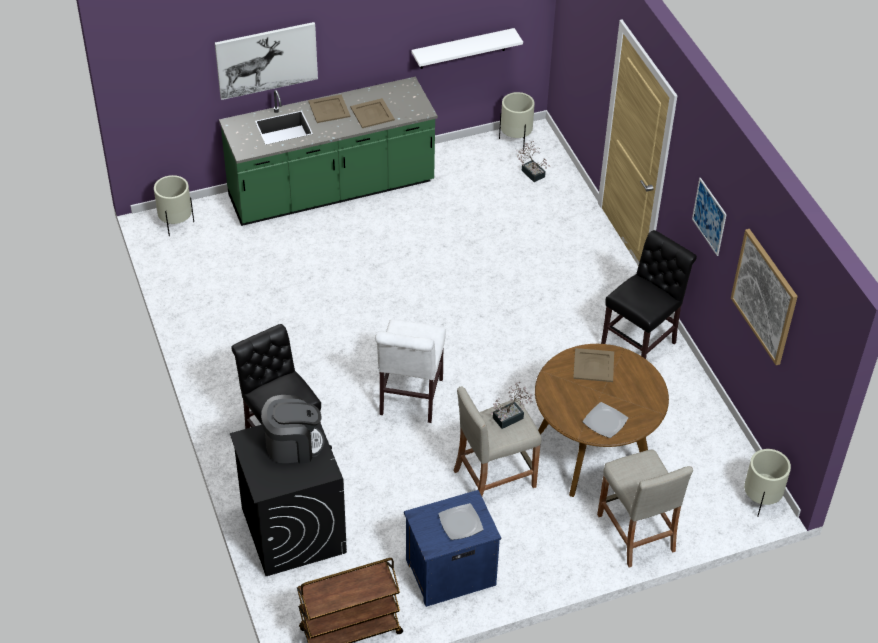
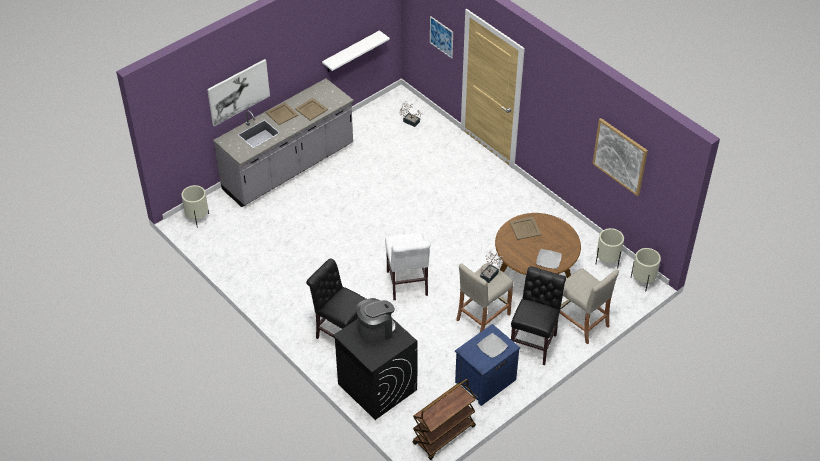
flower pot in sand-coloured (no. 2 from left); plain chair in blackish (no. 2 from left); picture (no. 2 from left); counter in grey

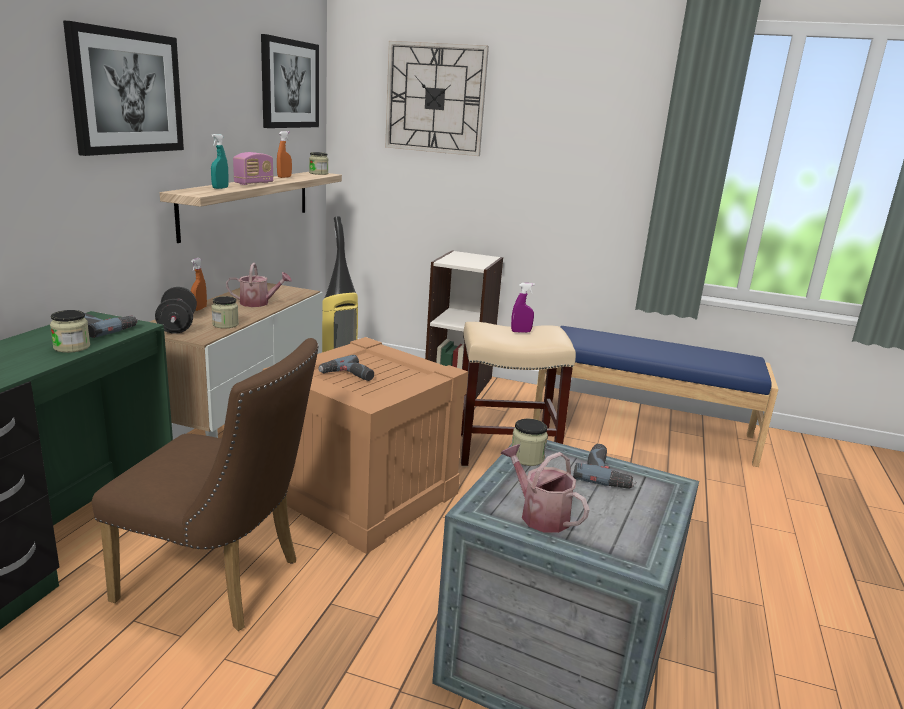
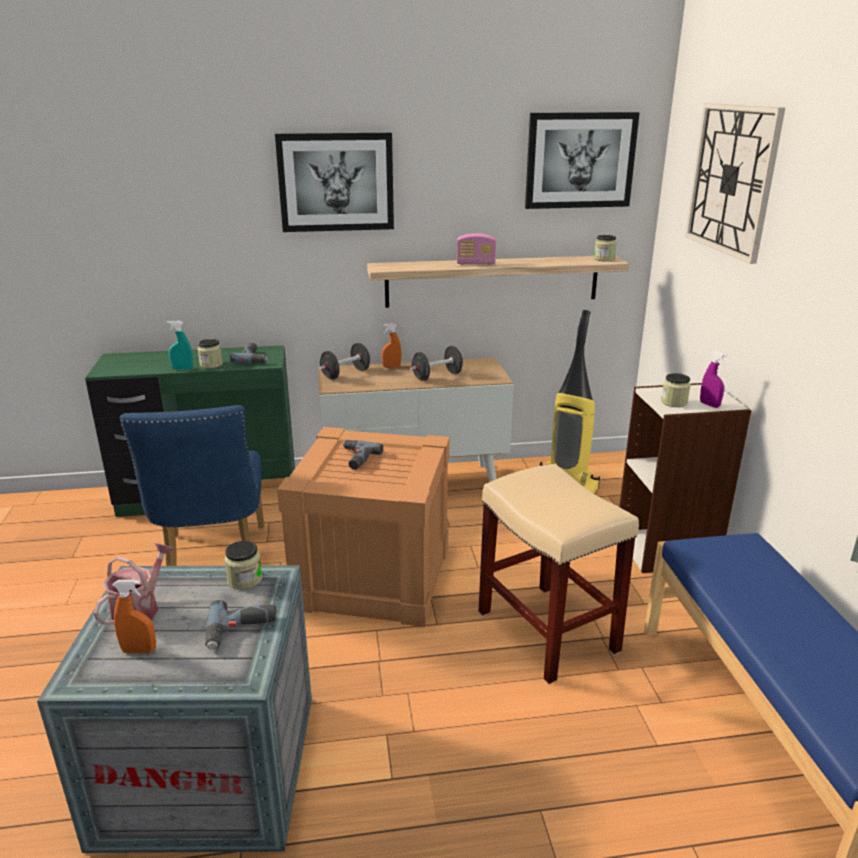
hand sprayer in turquoise-coloured; preserve jar (no. 4 from left); hand sprayer in orangey (no. 1 from left); hand sprayer in purplish; free weight in blackish (no. 2 from left); plain chair in blue

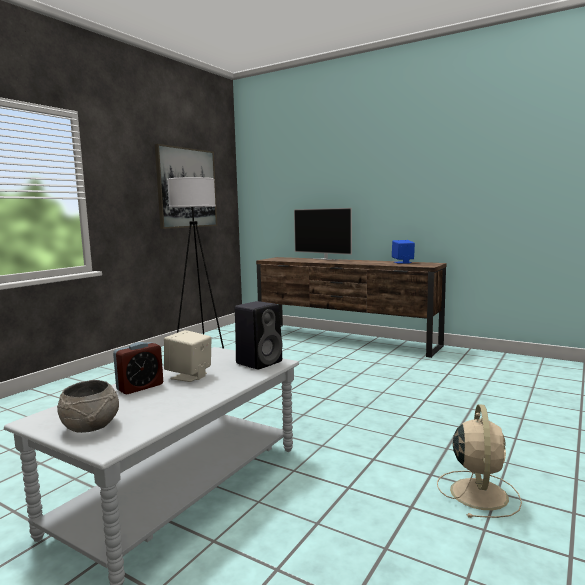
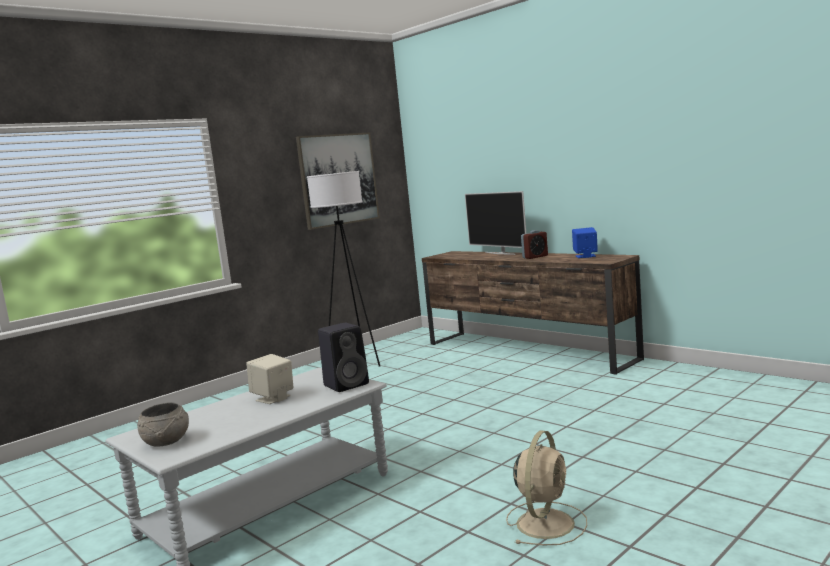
alarm clock

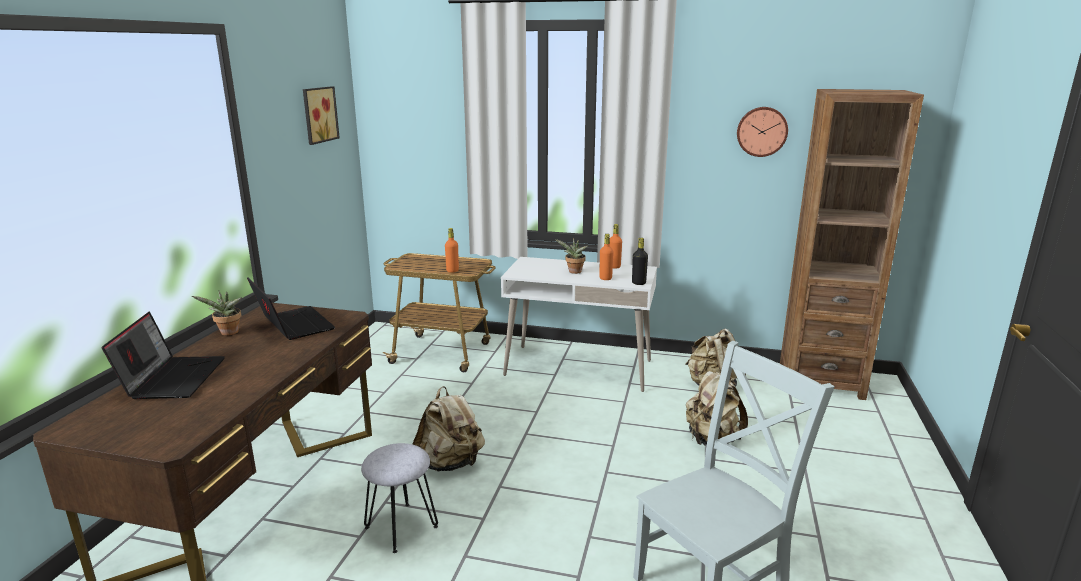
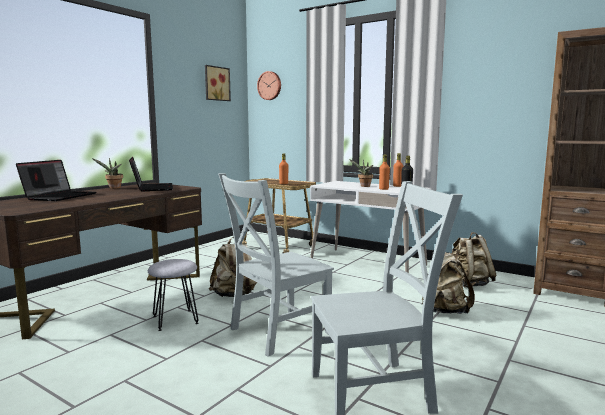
plain chair in grey (no. 1 from left); hanging clock

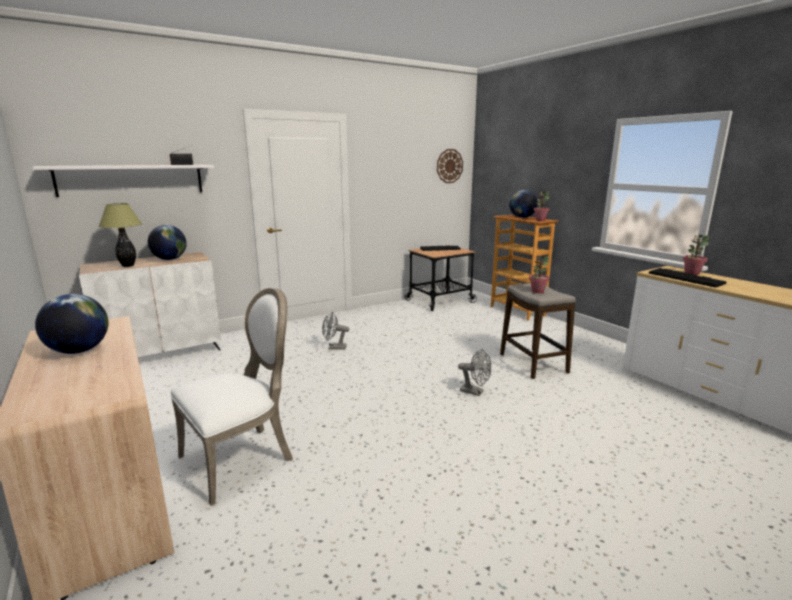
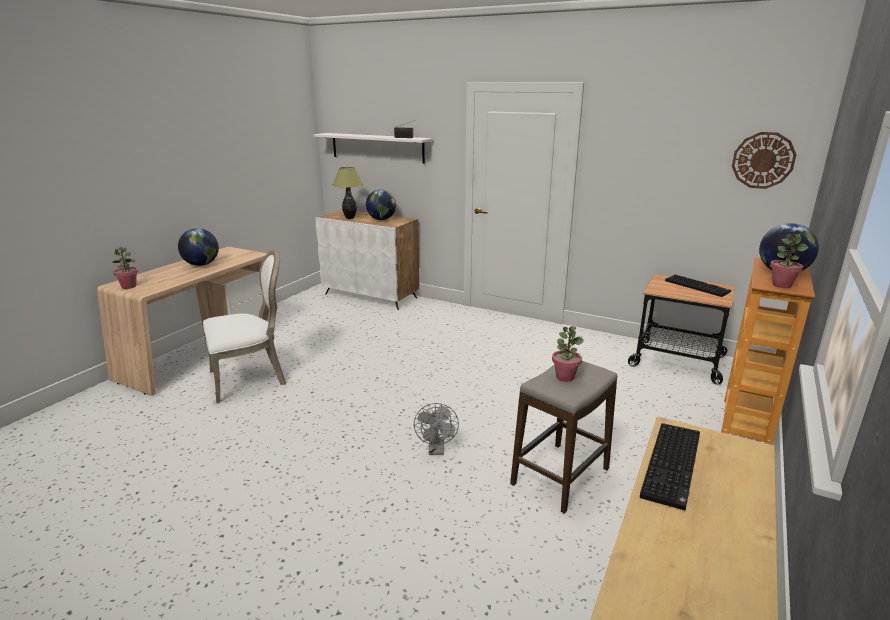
cooling fan in grey (no. 1 from left in the first image); plant in a pot (no. 1 from left); plain chair in white-coloured

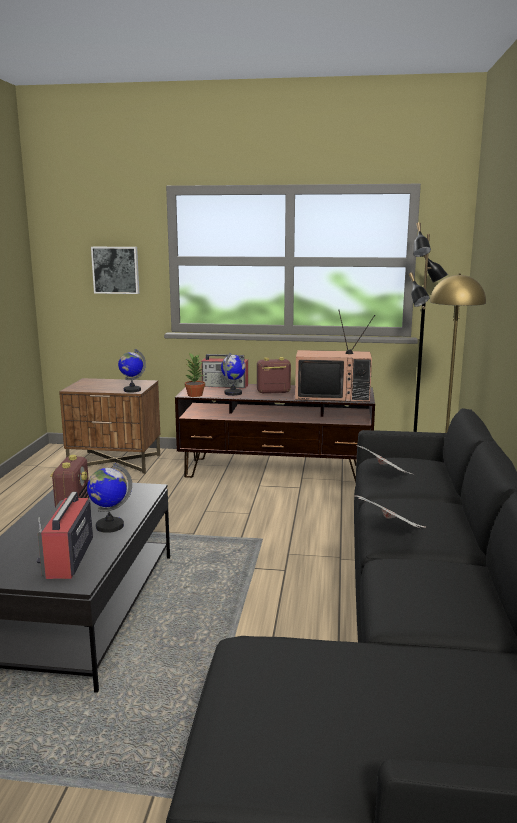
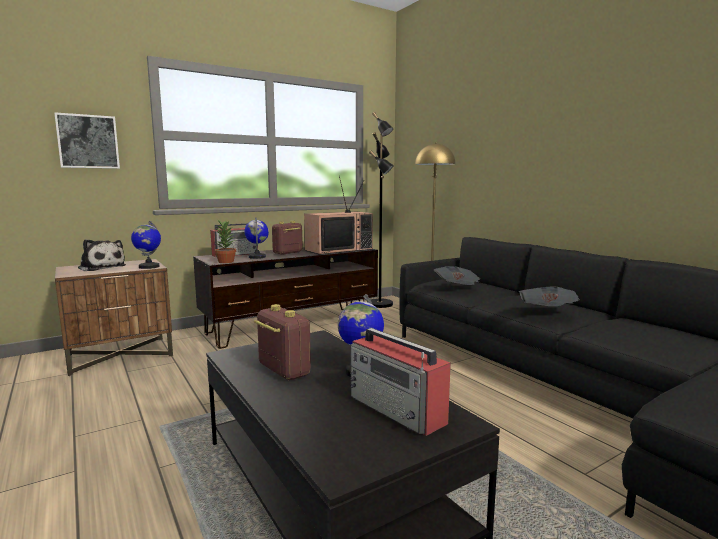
plush toy

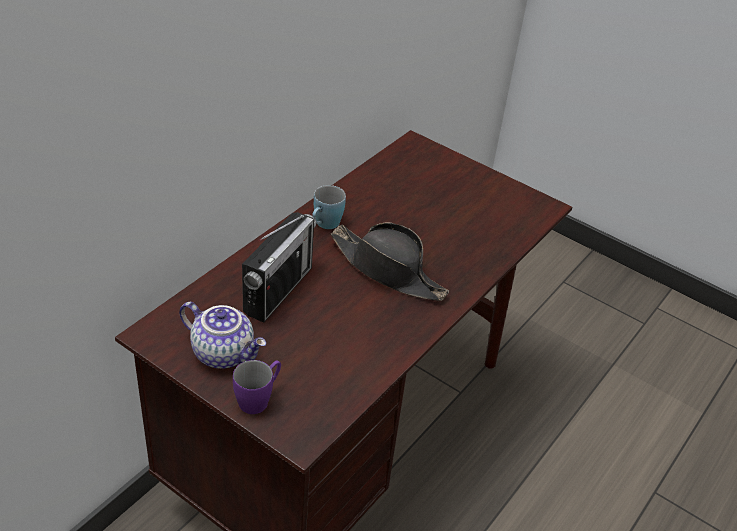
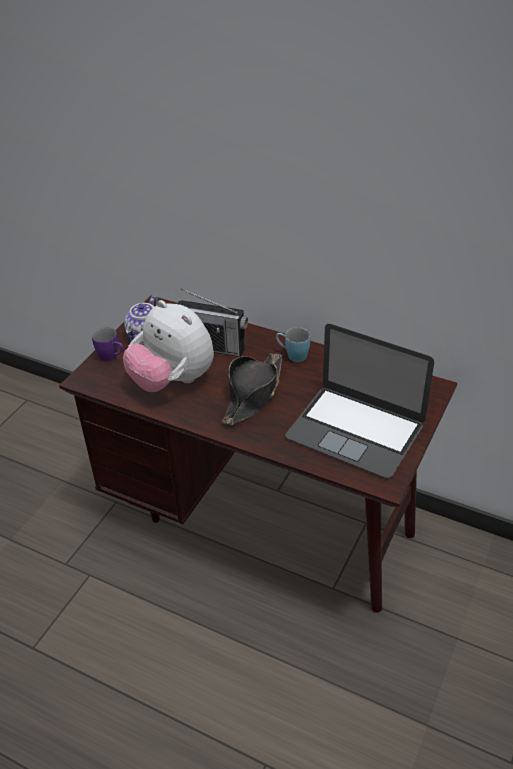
plush toy; portable computer

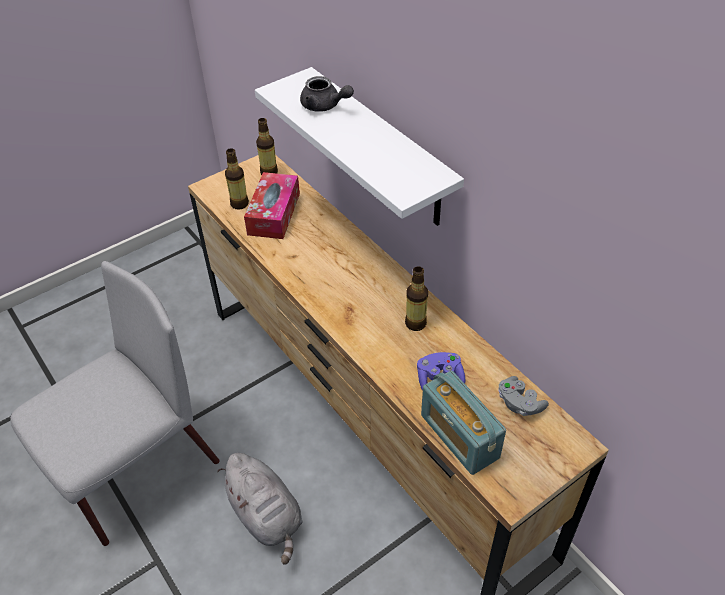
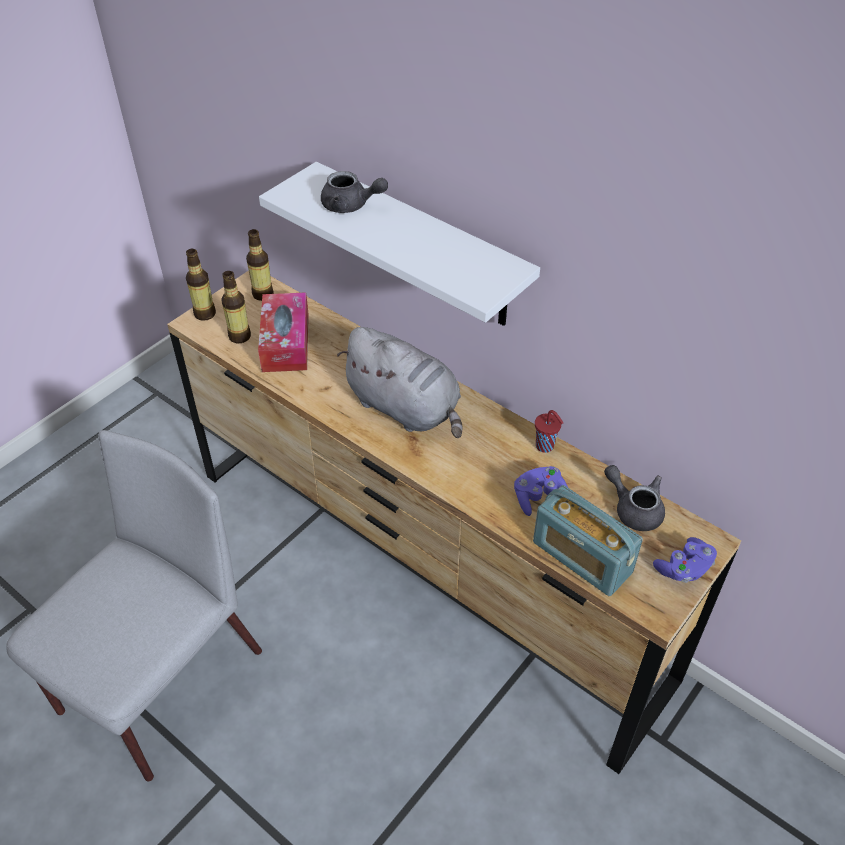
drinking cup in red; game controller in purplish (no. 2 from left); plush toy in grey; drink bottle (no. 1 from left); pot for tea in grey (no. 2 from left)

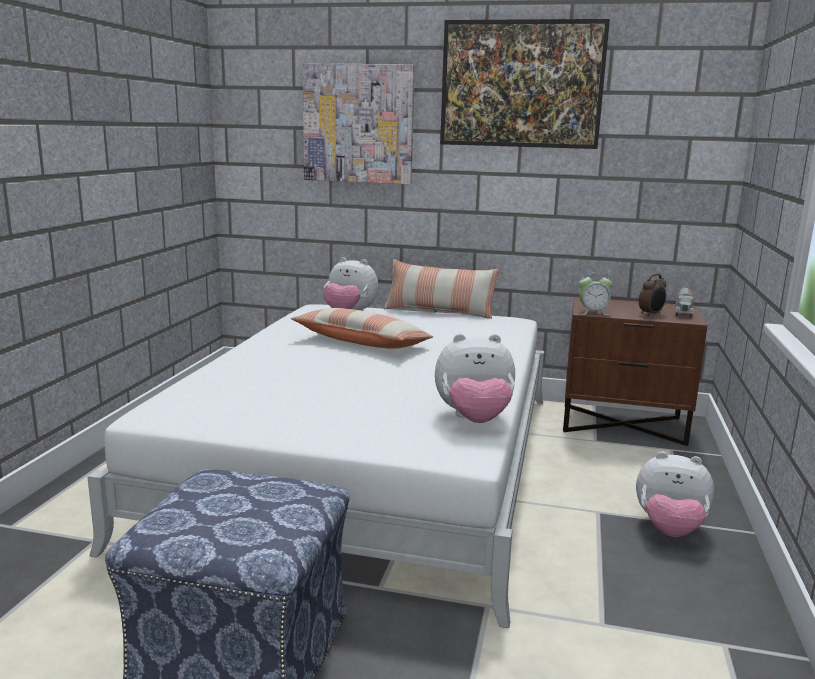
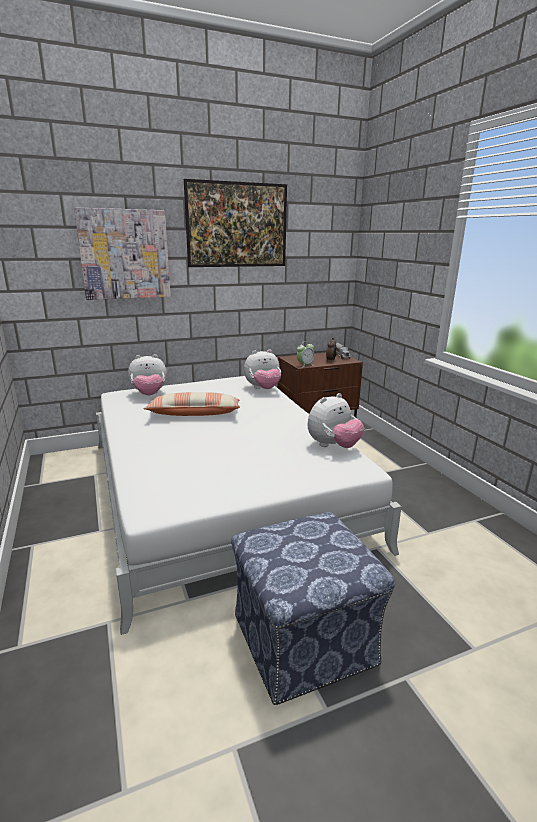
cushion (no. 2 from left in the first image); plush toy (no. 2 from left)

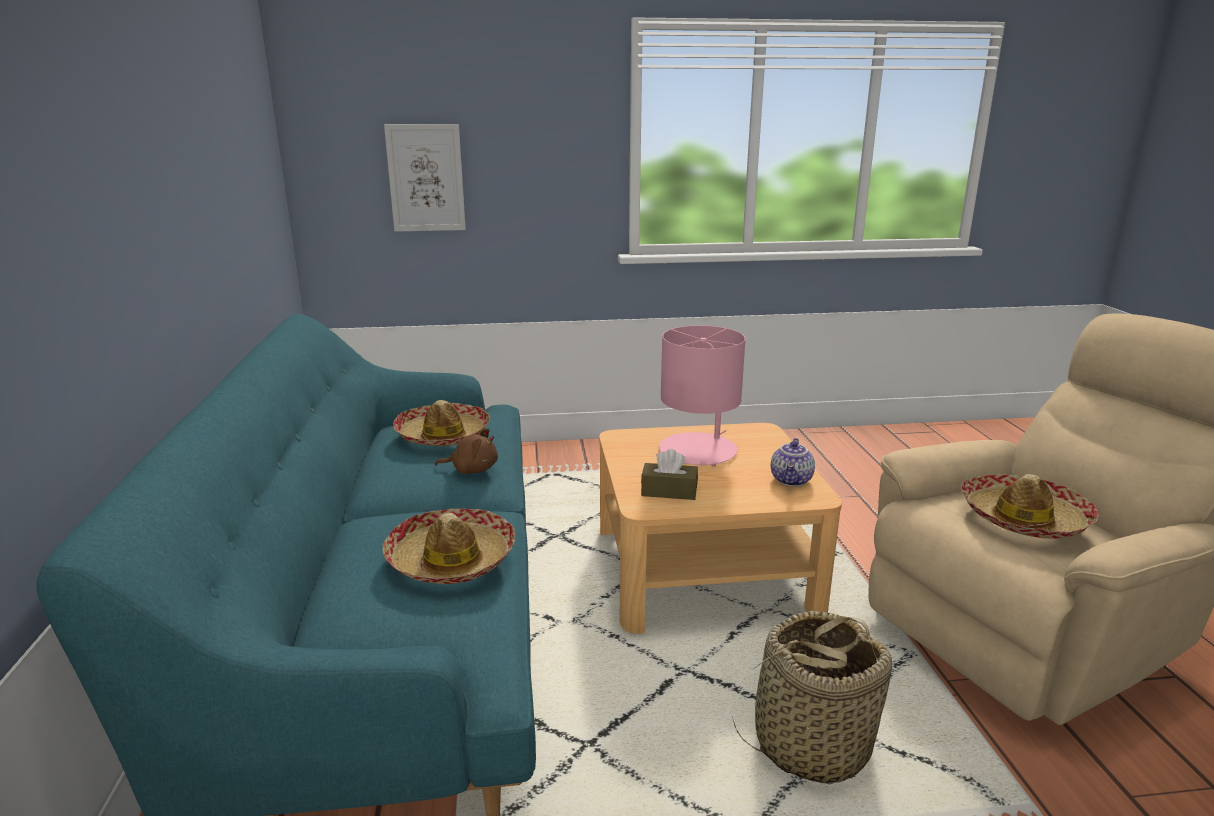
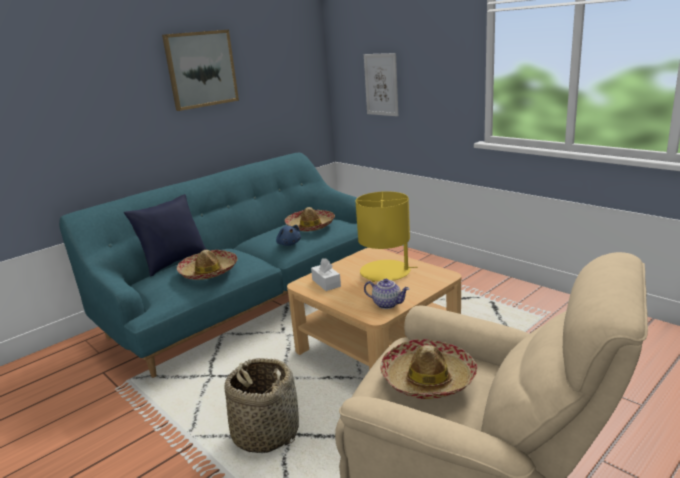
cushion in blue; picture (no. 1 from left); plush toy in blue; tissue box in white-coloured; lamp for a table in yellow; pot for tea

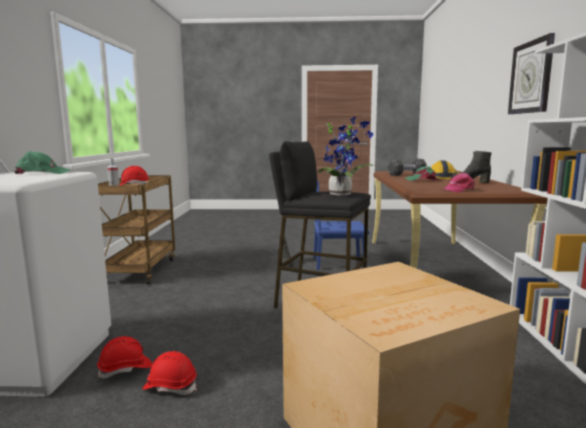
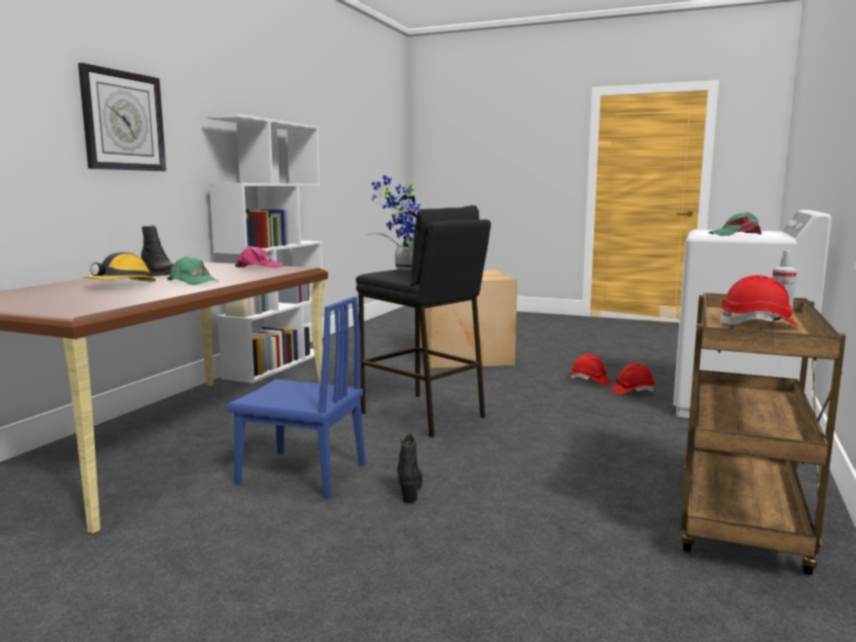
free weight in blackish

